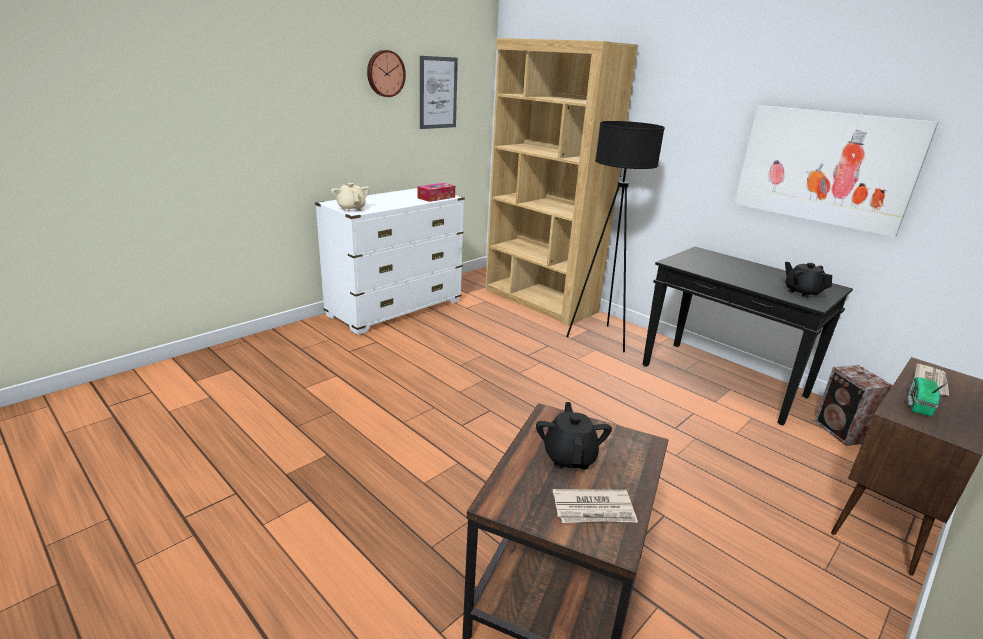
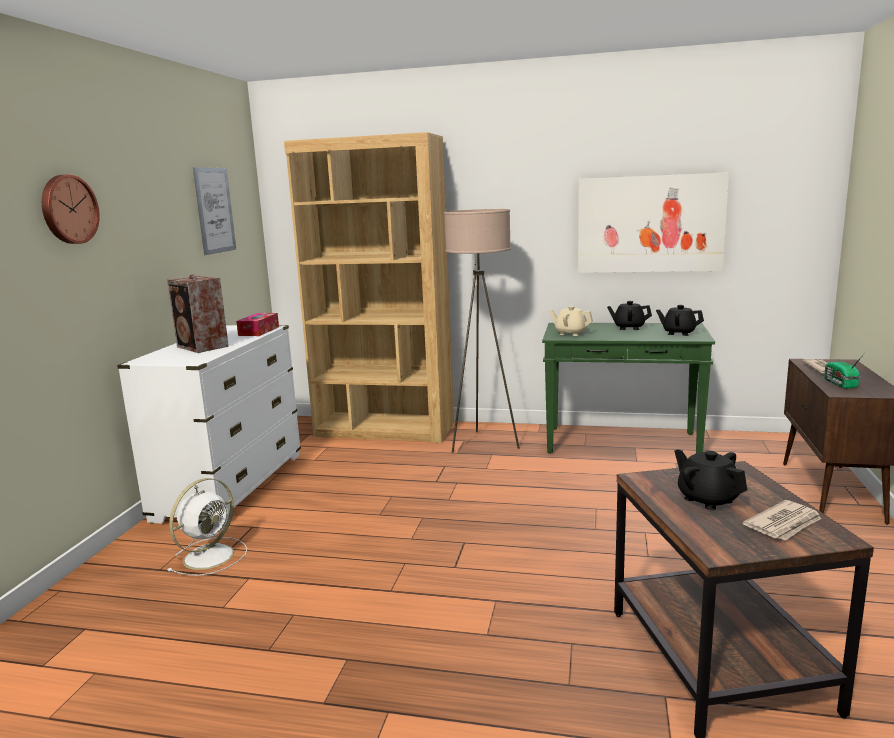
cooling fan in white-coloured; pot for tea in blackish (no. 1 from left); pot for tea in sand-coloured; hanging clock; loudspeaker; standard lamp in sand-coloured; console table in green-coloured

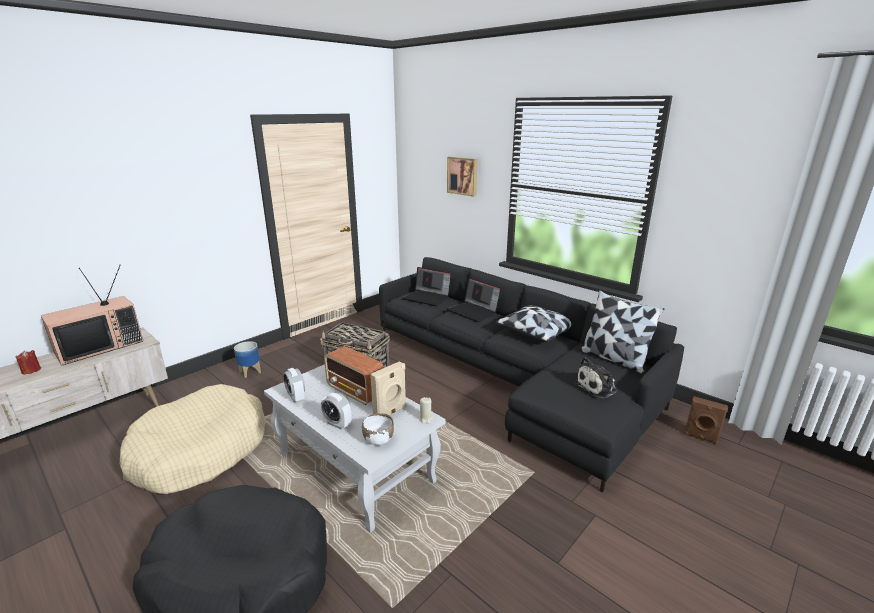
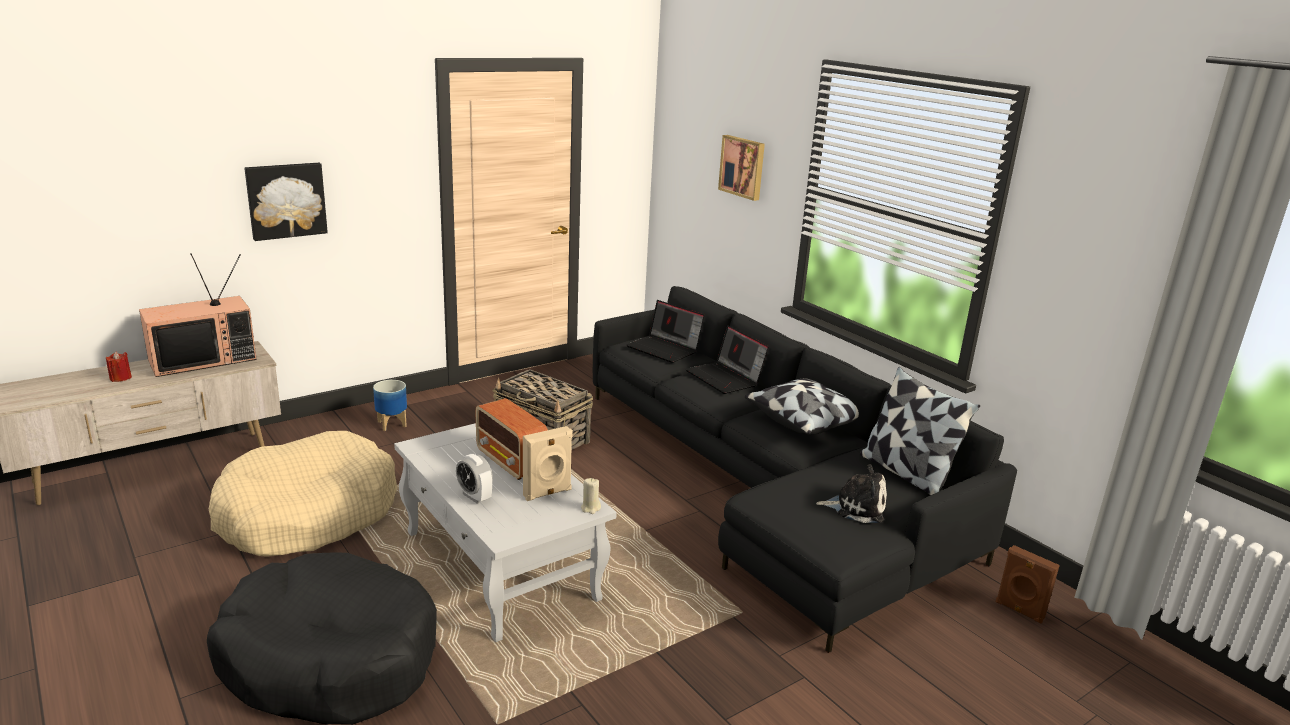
alarm clock (no. 1 from left in the first image); deep dish in white-coloured; picture (no. 1 from left); plush toy

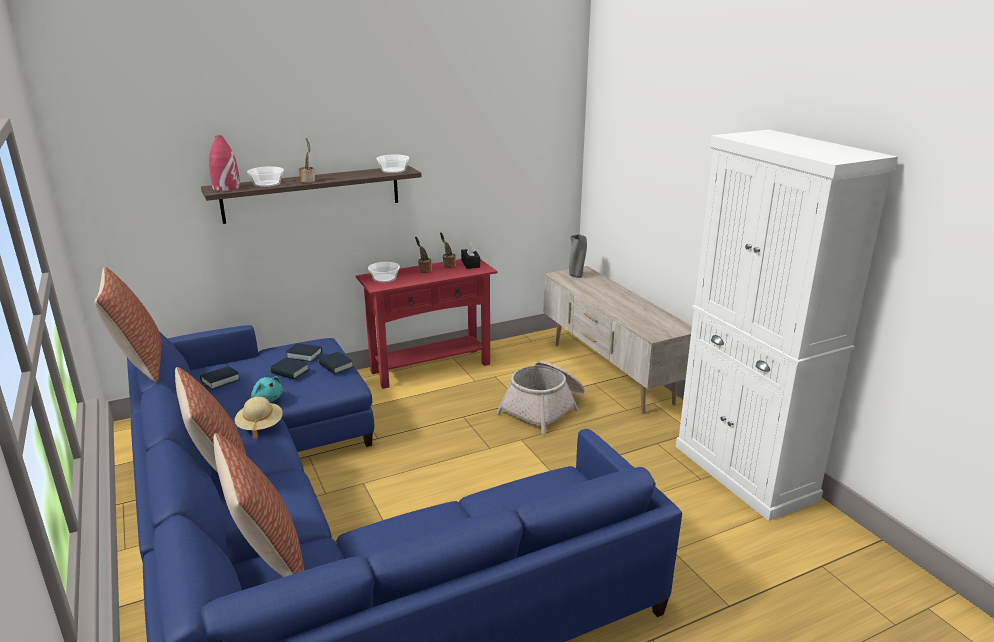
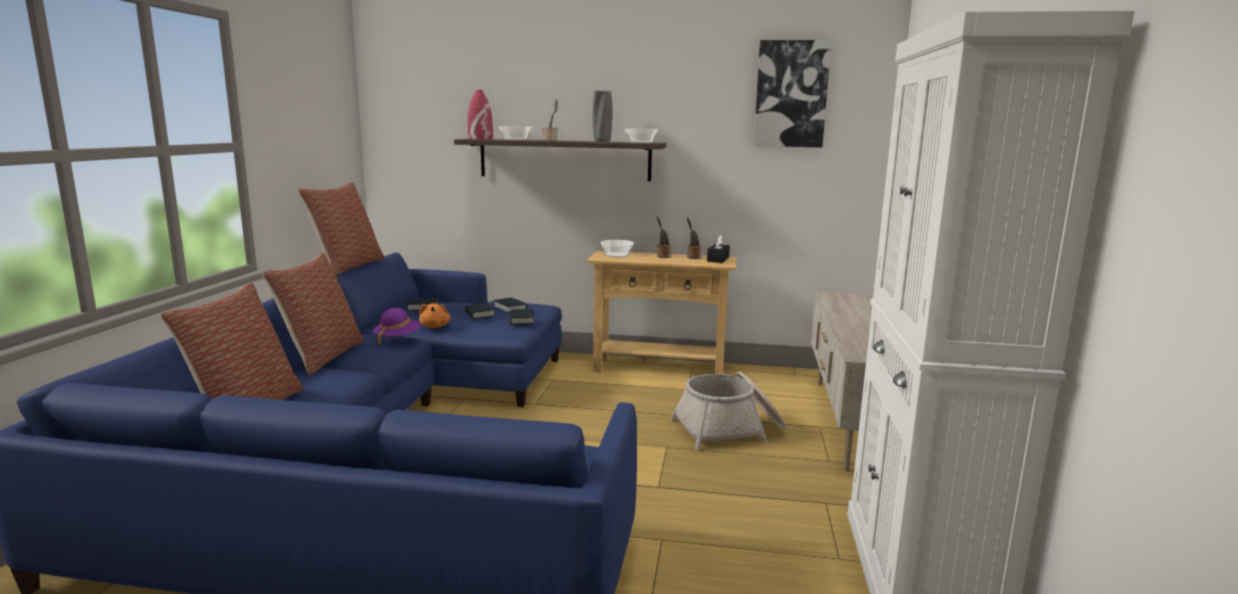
picture; flower vase in grey; clothing hat in purplish; plush toy in orangey; console table in sand-coloured

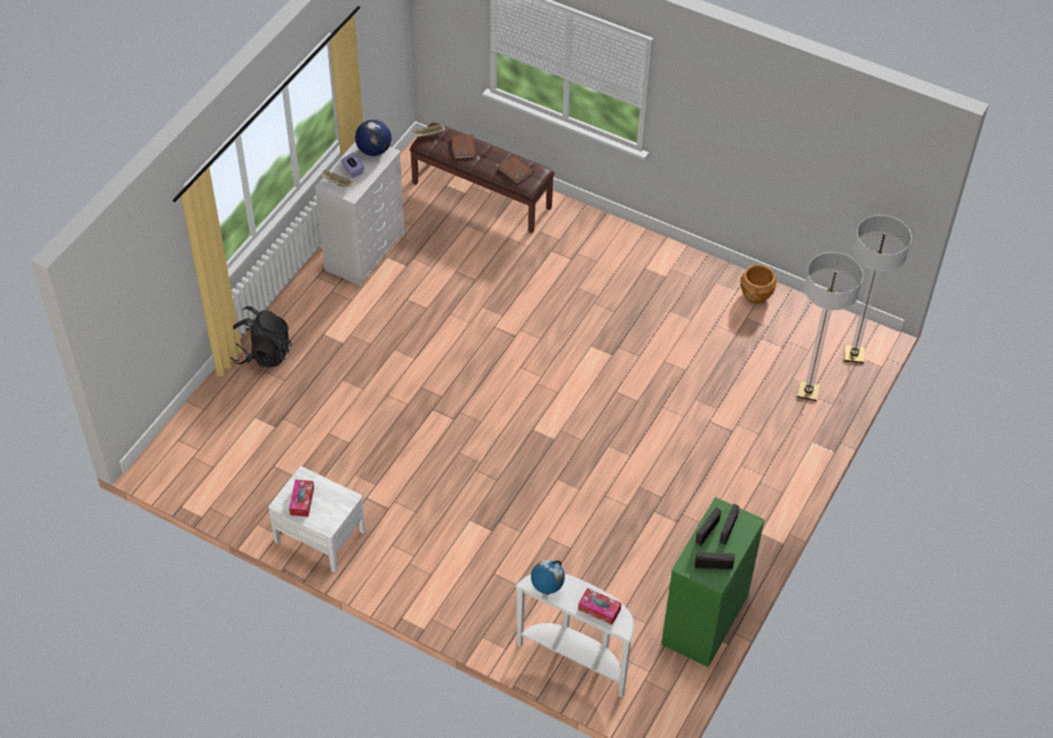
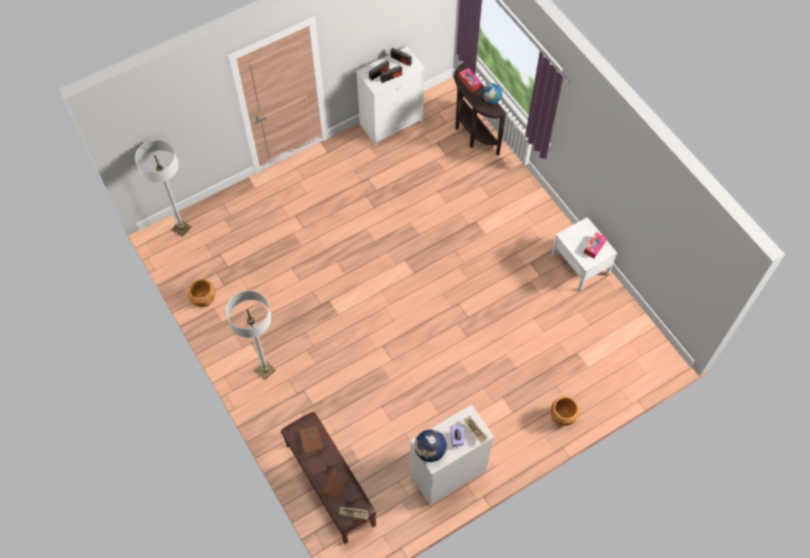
standard lamp (no. 2 from left); flower pot in brownish (no. 2 from left); console table in brownish; chest of drawers in white-coloured (no. 1 from left)

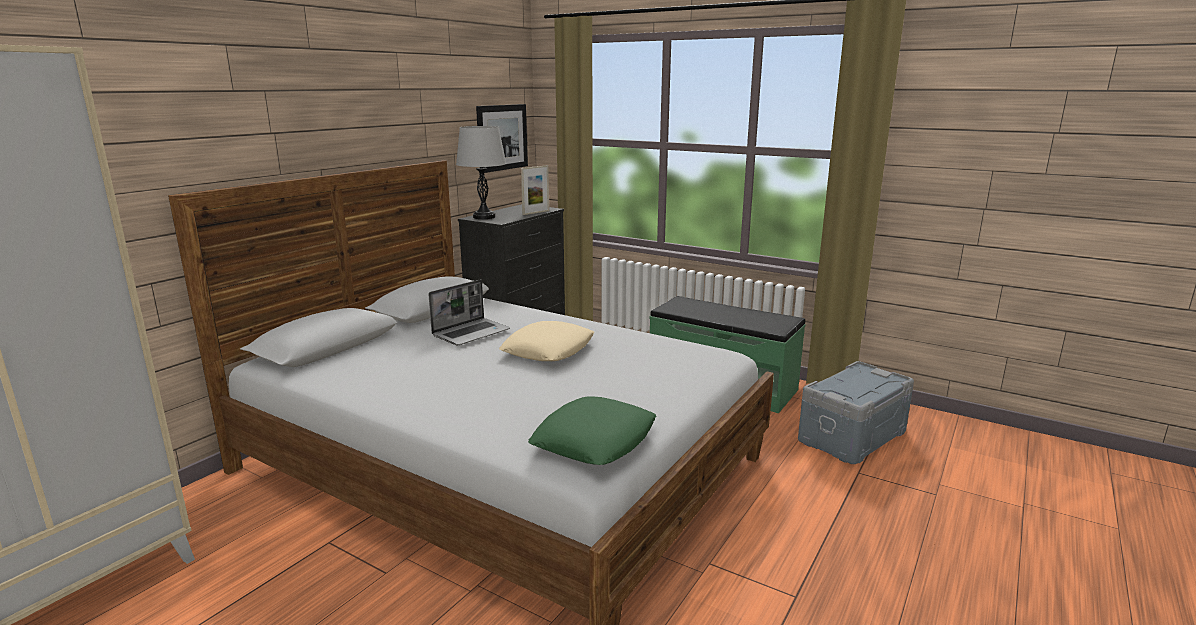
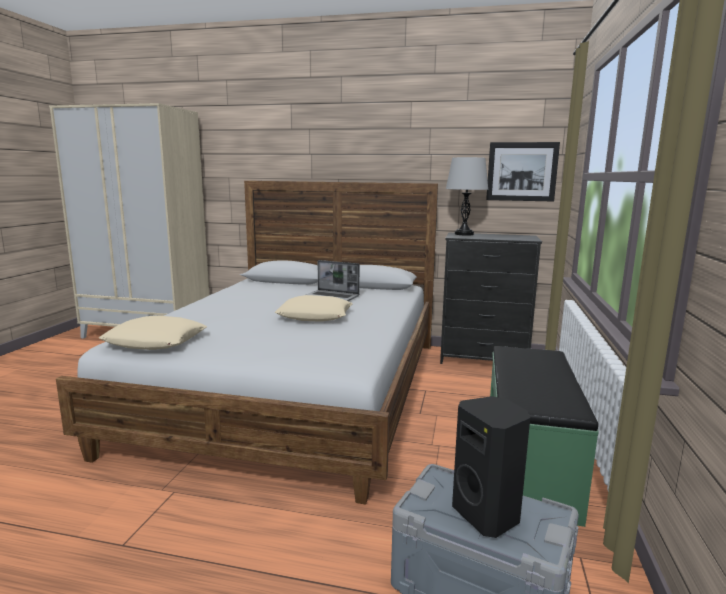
photo frame; loudspeaker in blackish; cushion in sand-coloured (no. 1 from left)

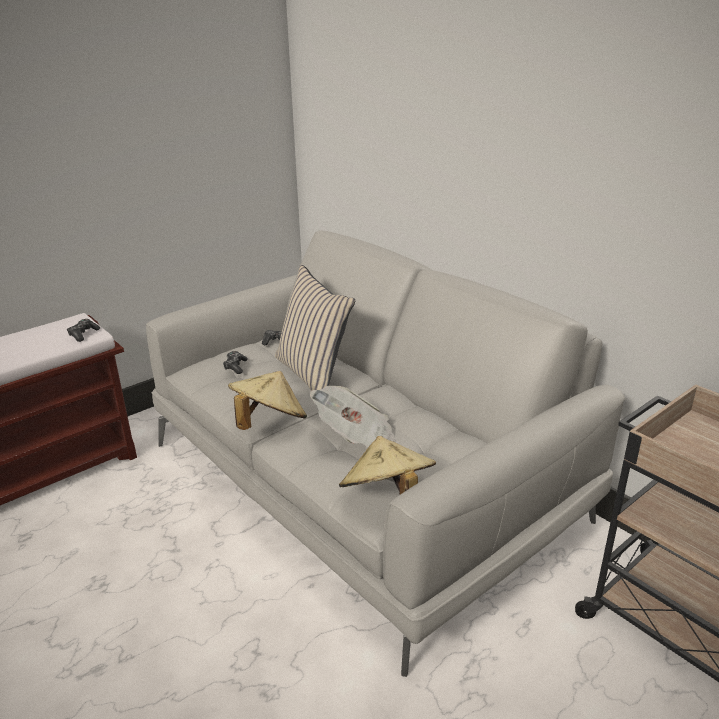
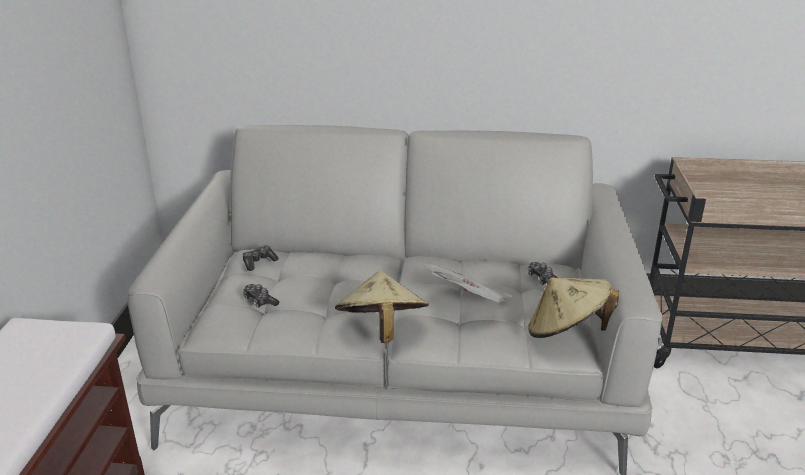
cushion in sand-coloured; game controller (no. 3 from left)

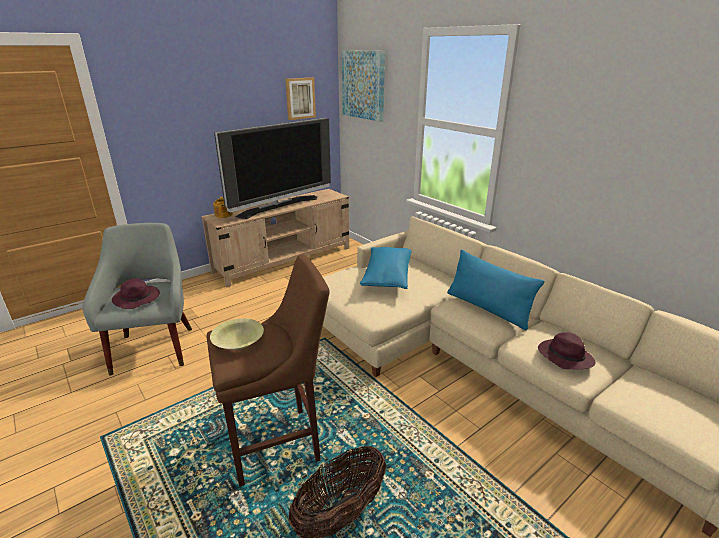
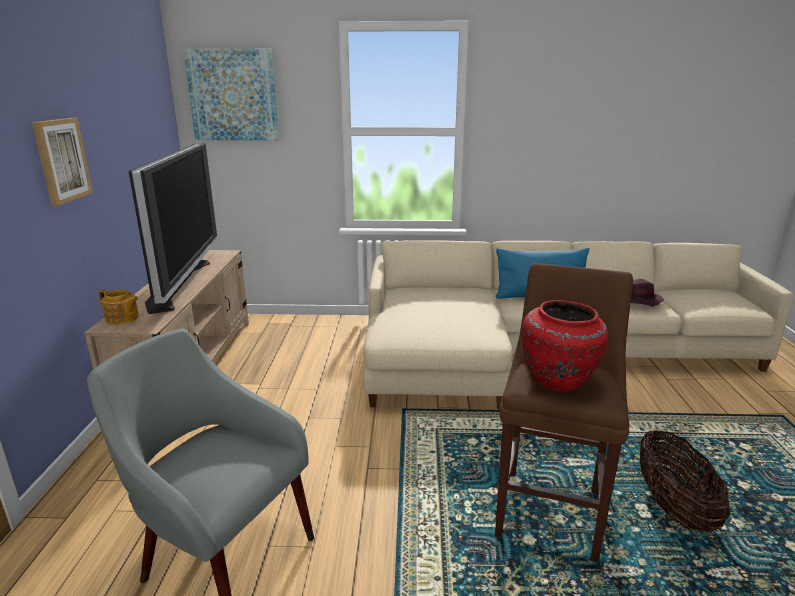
clothing hat in purplish (no. 1 from left in the first image); cushion in blue (no. 1 from left in the first image); picture (no. 1 from left); flower vase in red

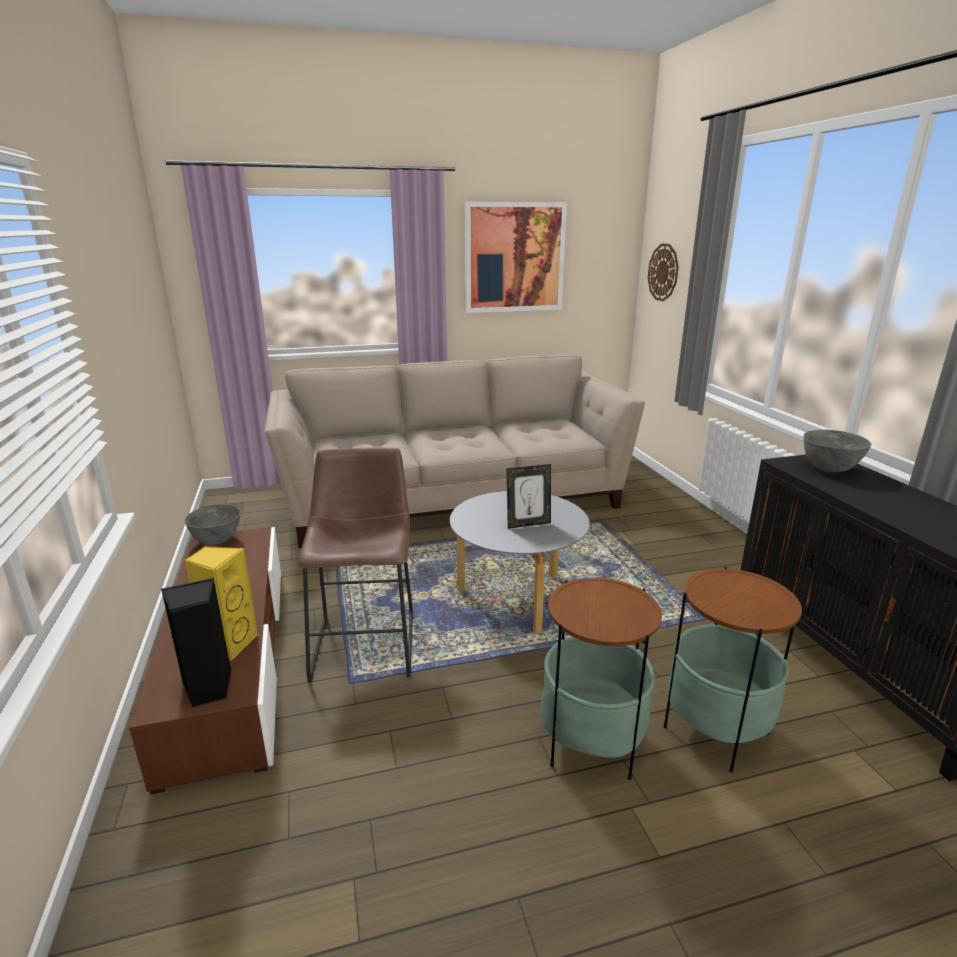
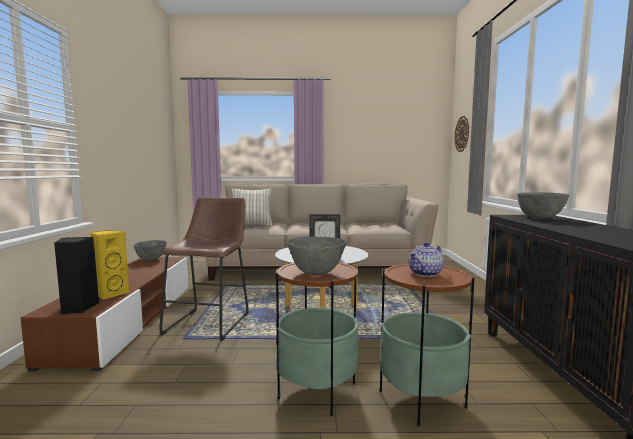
picture; cushion; deep dish in grey (no. 2 from left); pot for tea

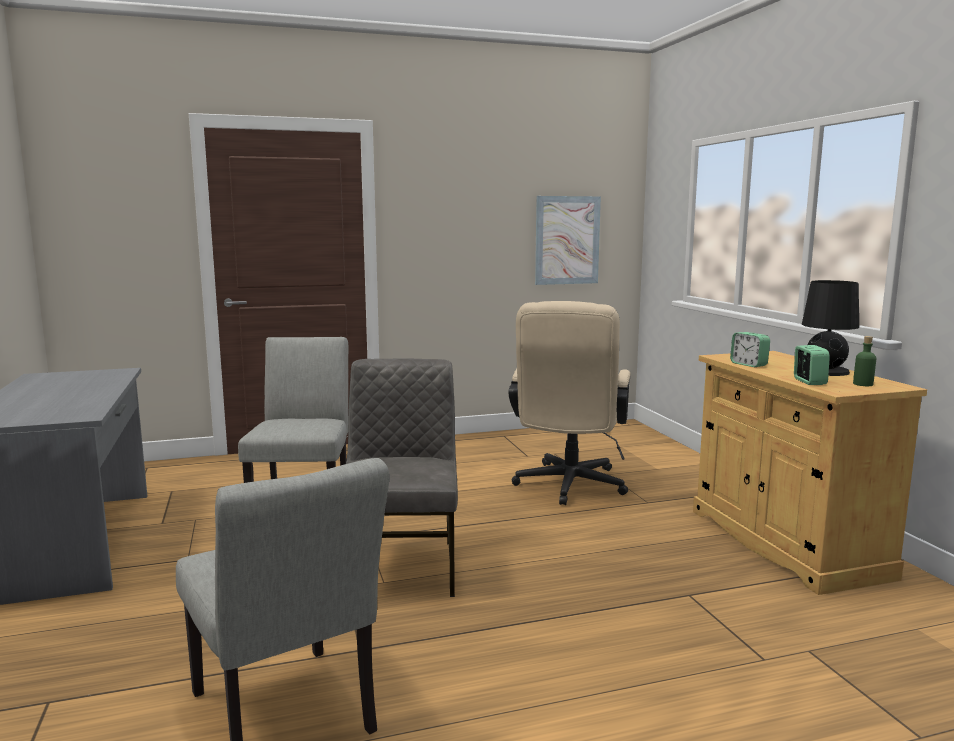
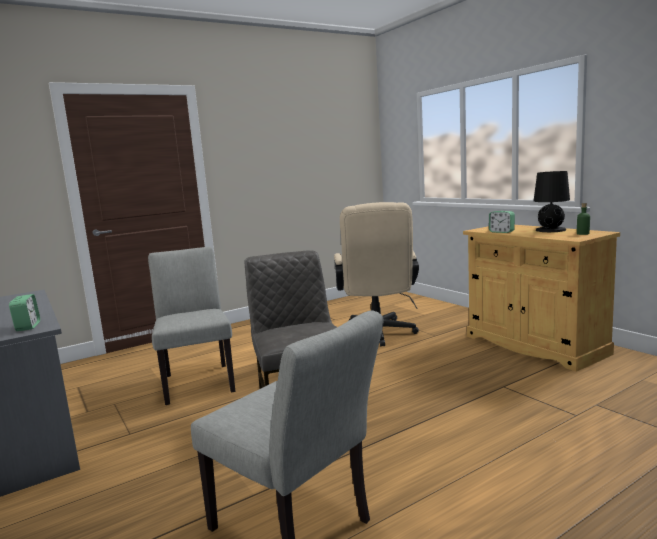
picture; alarm clock (no. 1 from left)

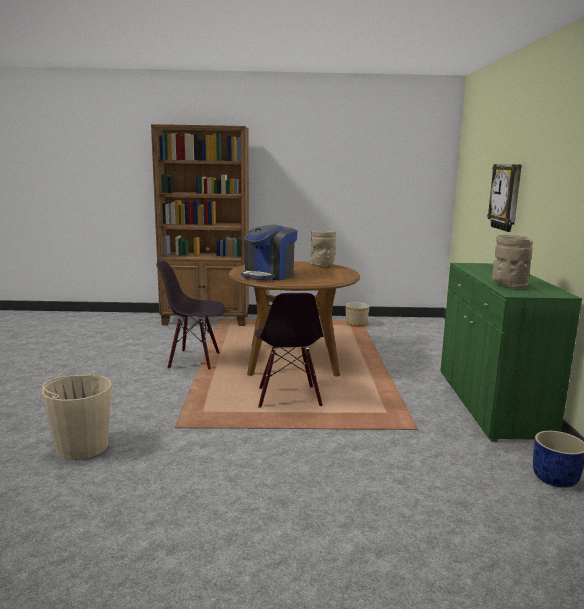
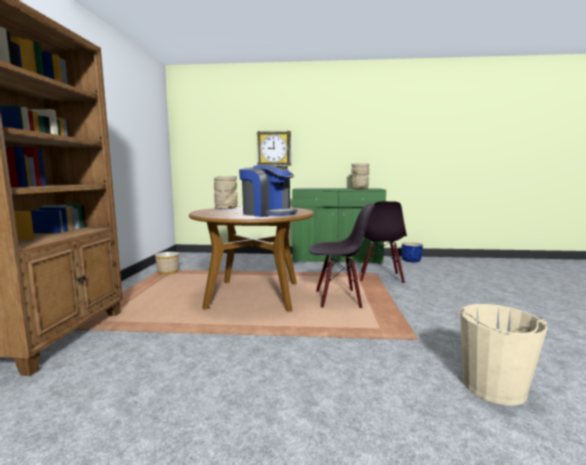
plain chair in blackish (no. 2 from left)

